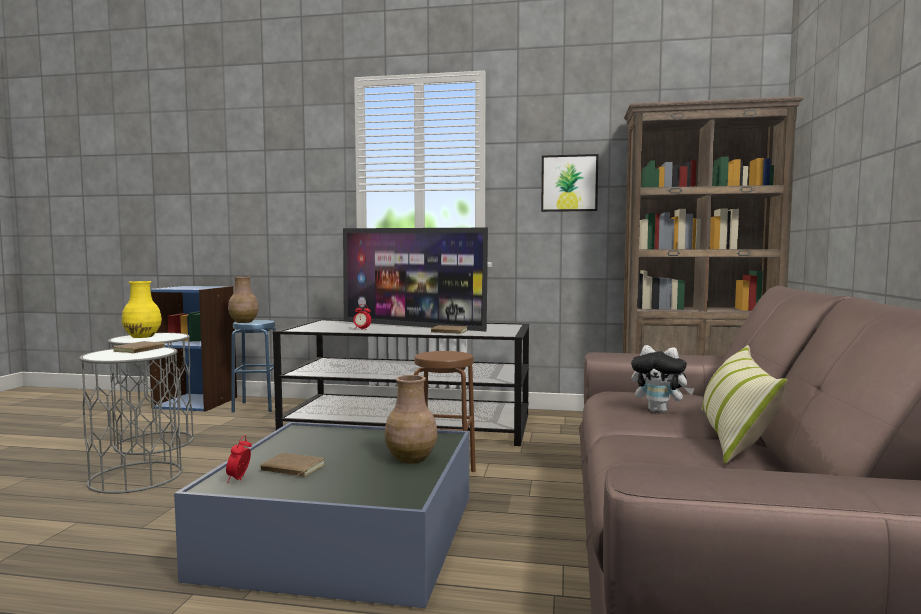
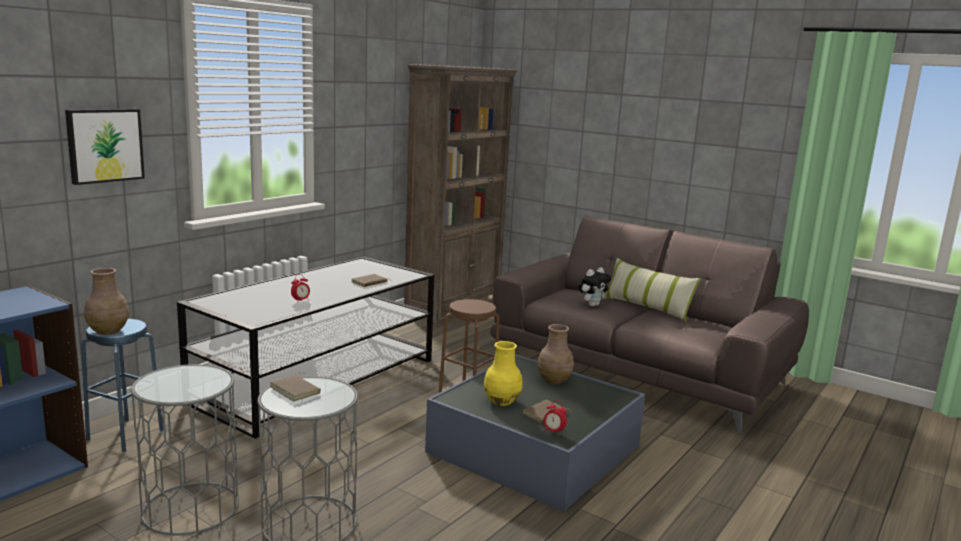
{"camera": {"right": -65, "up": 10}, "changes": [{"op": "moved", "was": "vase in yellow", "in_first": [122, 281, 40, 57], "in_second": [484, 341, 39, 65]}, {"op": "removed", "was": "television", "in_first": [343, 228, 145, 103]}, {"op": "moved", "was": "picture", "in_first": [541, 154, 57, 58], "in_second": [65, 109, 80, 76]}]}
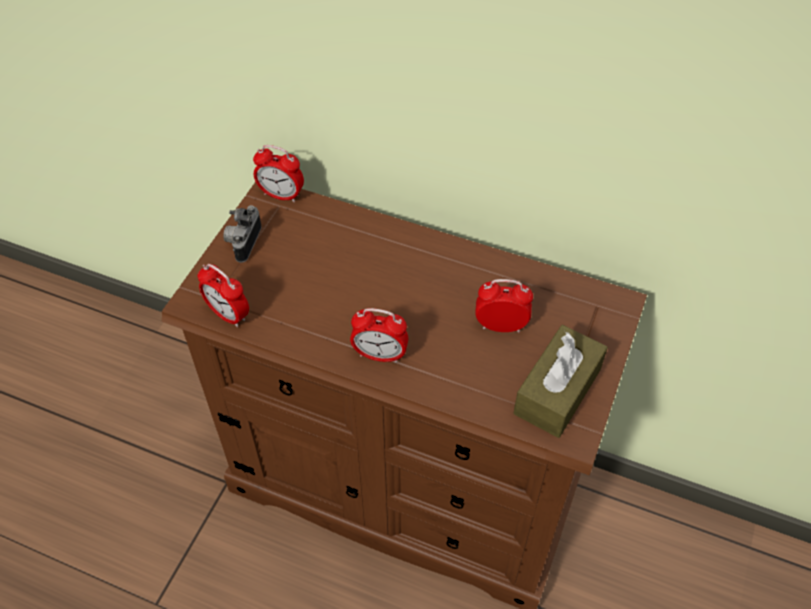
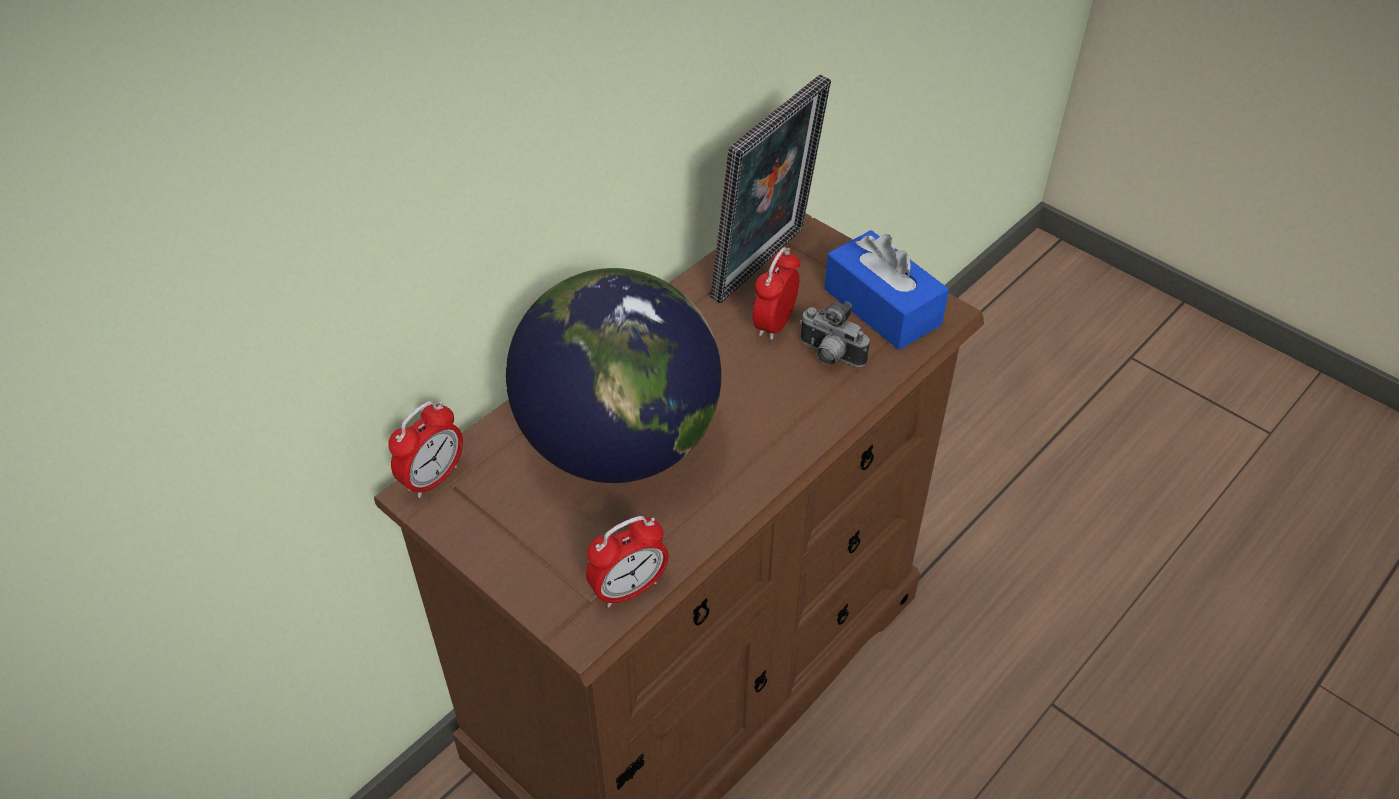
{"camera": {"right": -70, "up": -5}, "changes": [{"op": "moved", "was": "photo camera", "in_first": [223, 205, 39, 58], "in_second": [800, 301, 70, 66]}, {"op": "removed", "was": "alarm clock", "in_first": [350, 308, 58, 55]}, {"op": "recoloured", "was": "tissue box in brown", "now": "tissue box in blue", "in_first": [514, 325, 94, 113], "in_second": [824, 230, 125, 120]}, {"op": "added", "now": "globe", "in_second": [506, 268, 215, 215]}, {"op": "added", "now": "picture frame", "in_second": [711, 74, 120, 230]}]}
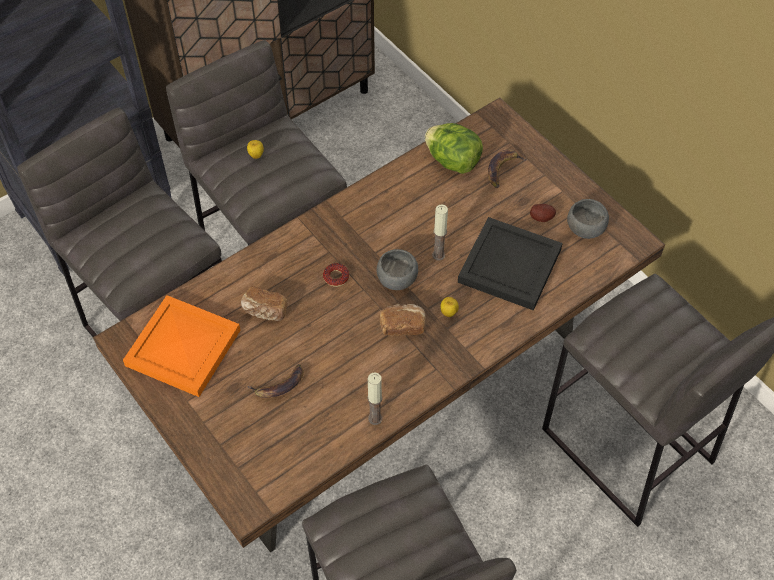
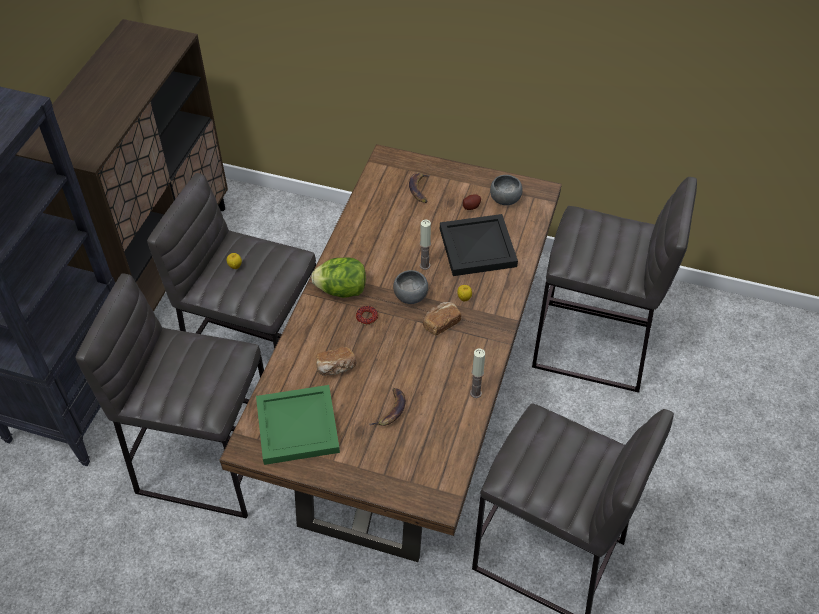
{"camera": {"right": -35, "up": -5}, "changes": [{"op": "recoloured", "was": "tray in orange", "now": "tray in green", "in_first": [123, 295, 118, 102], "in_second": [256, 385, 84, 80]}, {"op": "moved", "was": "lettuce", "in_first": [425, 123, 58, 51], "in_second": [311, 257, 55, 41]}]}
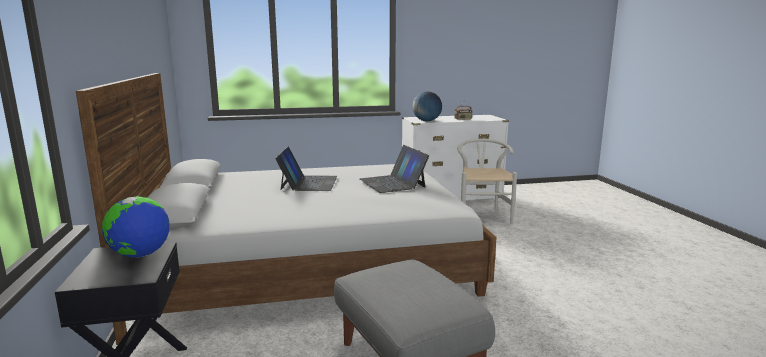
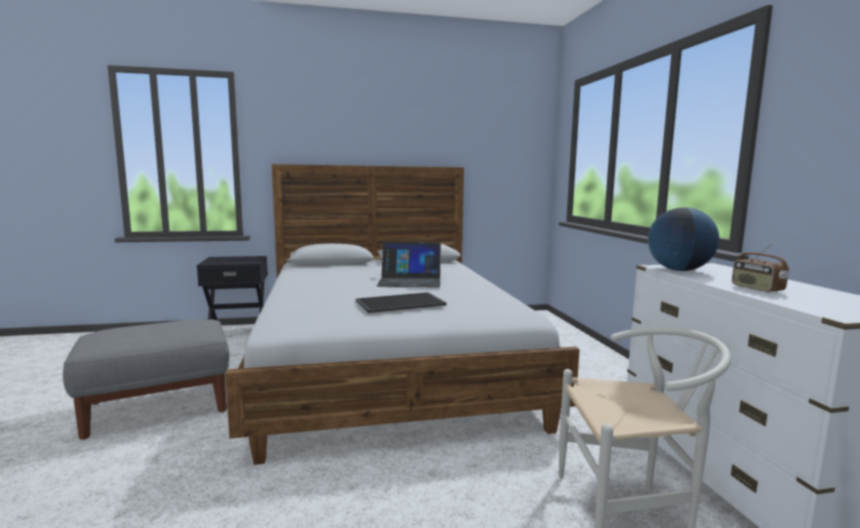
{"camera": {"right": 90, "up": -5}, "changes": [{"op": "removed", "was": "globe", "in_first": [102, 196, 67, 62]}, {"op": "replaced", "was": "laptop", "now": "tray", "in_first": [360, 145, 69, 48], "in_second": [356, 292, 91, 21]}]}
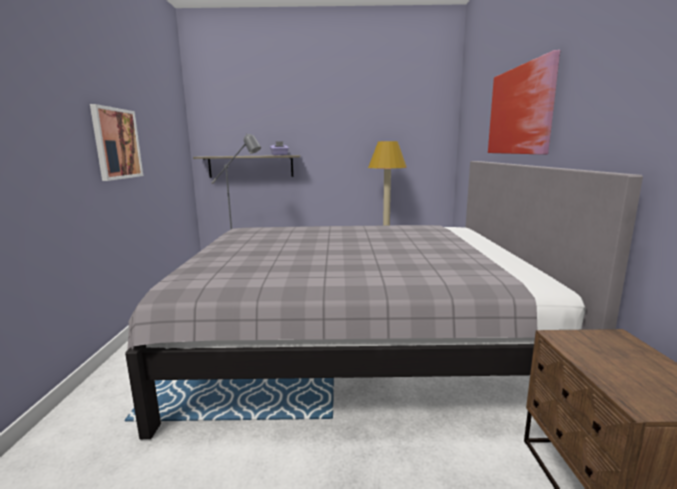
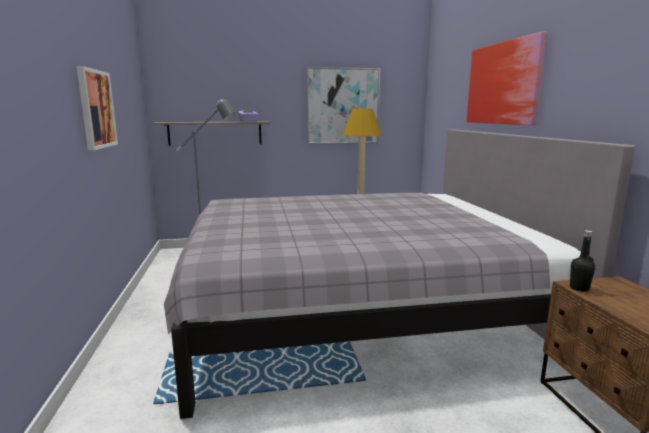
{"camera": {"right": -10, "up": 0}, "changes": [{"op": "added", "now": "picture", "in_second": [306, 67, 75, 77]}, {"op": "added", "now": "bottle in black", "in_second": [570, 230, 25, 62]}]}
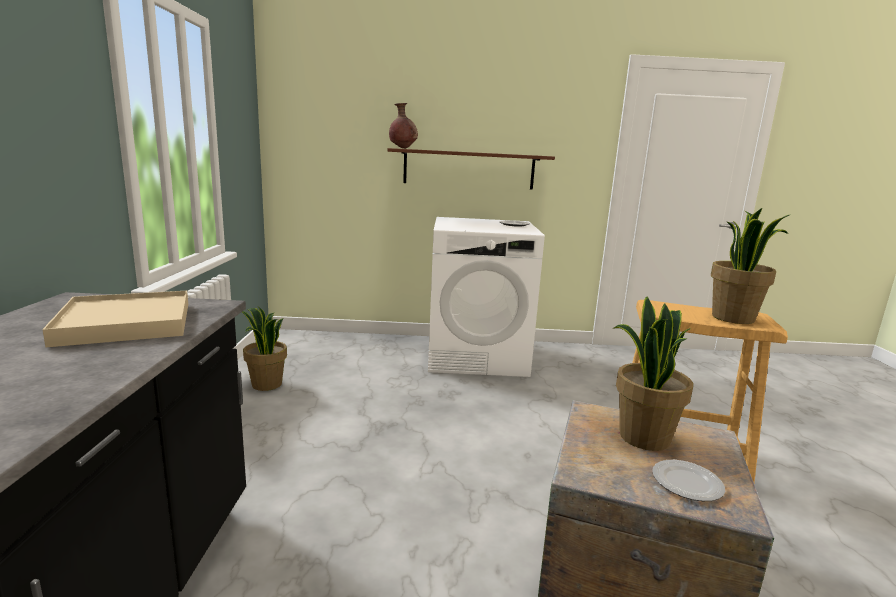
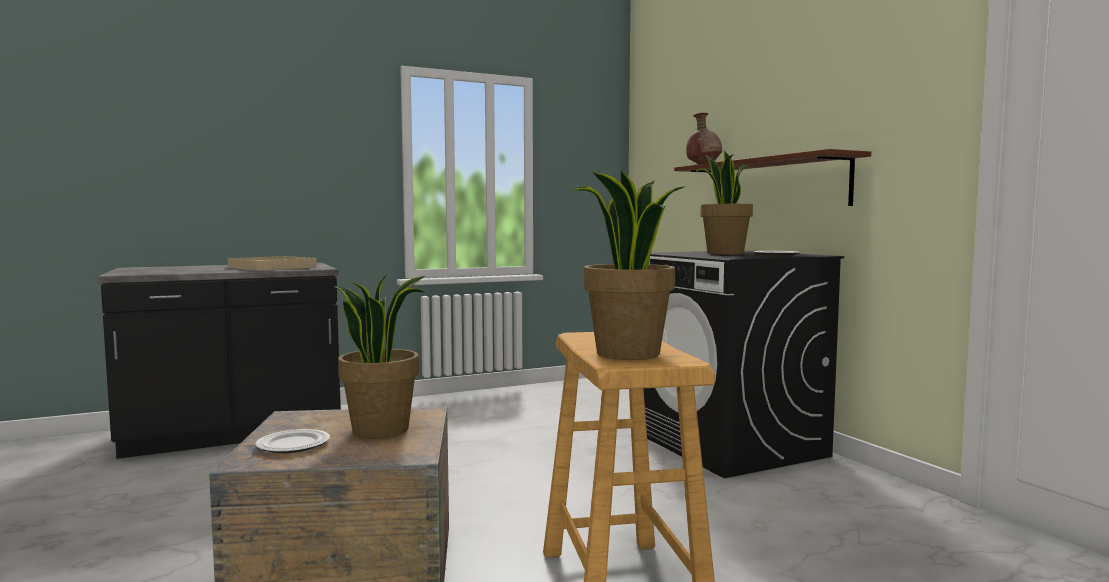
{"camera": {"right": 65, "up": -10}, "changes": [{"op": "moved", "was": "potted plant", "in_first": [242, 307, 45, 84], "in_second": [696, 151, 57, 104]}, {"op": "recoloured", "was": "washing machine in white", "now": "washing machine in black", "in_first": [428, 217, 117, 160], "in_second": [644, 250, 200, 228]}]}
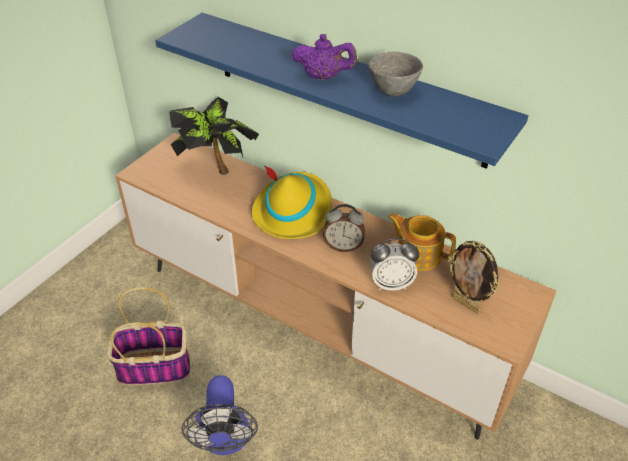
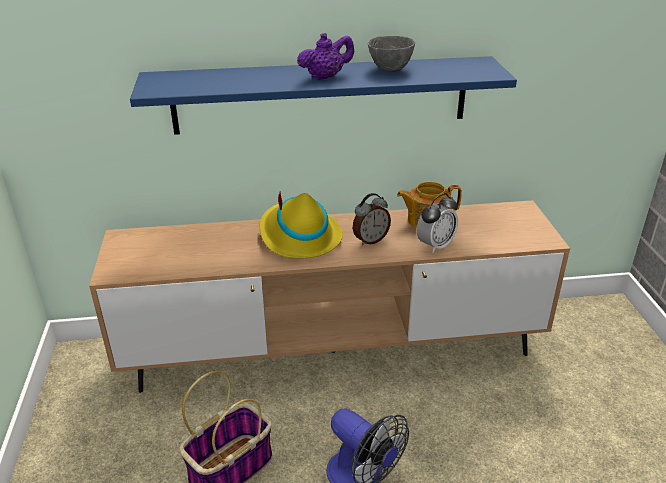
{"camera": {"right": -40, "up": -10}, "changes": [{"op": "removed", "was": "potted plant", "in_first": [169, 97, 90, 78]}, {"op": "removed", "was": "picture frame", "in_first": [448, 241, 51, 73]}]}
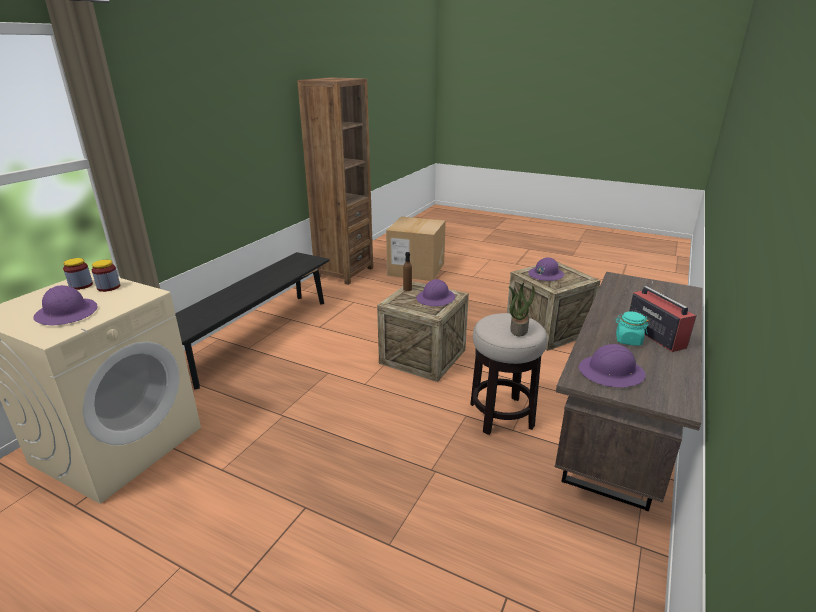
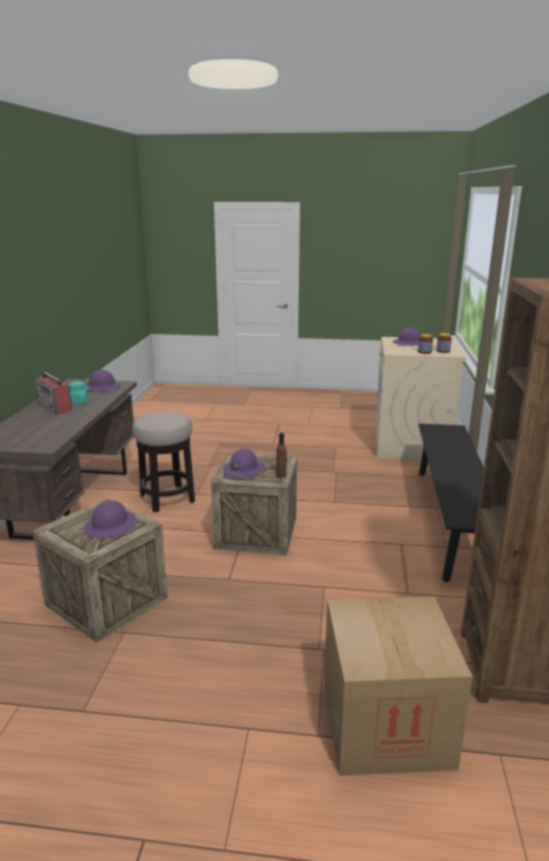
{"camera": {"right": 160, "up": -5}, "changes": [{"op": "removed", "was": "potted plant", "in_first": [509, 283, 26, 53]}]}
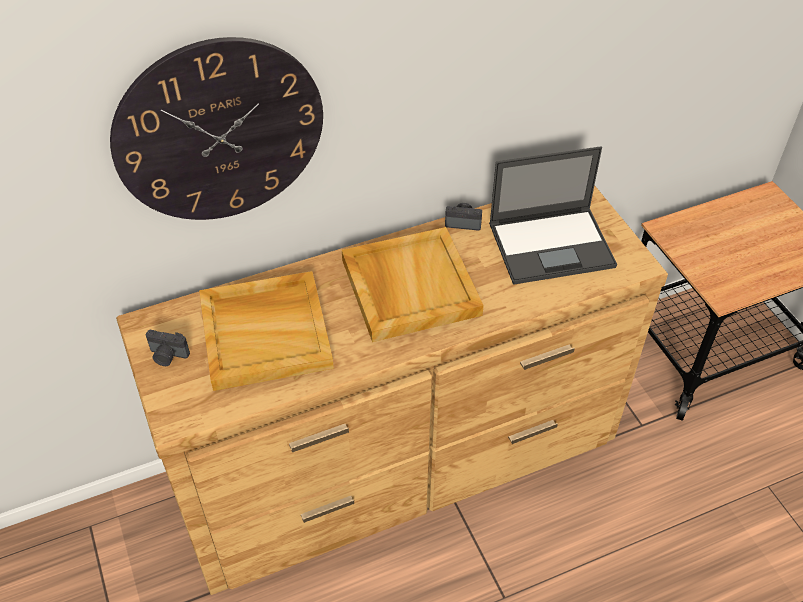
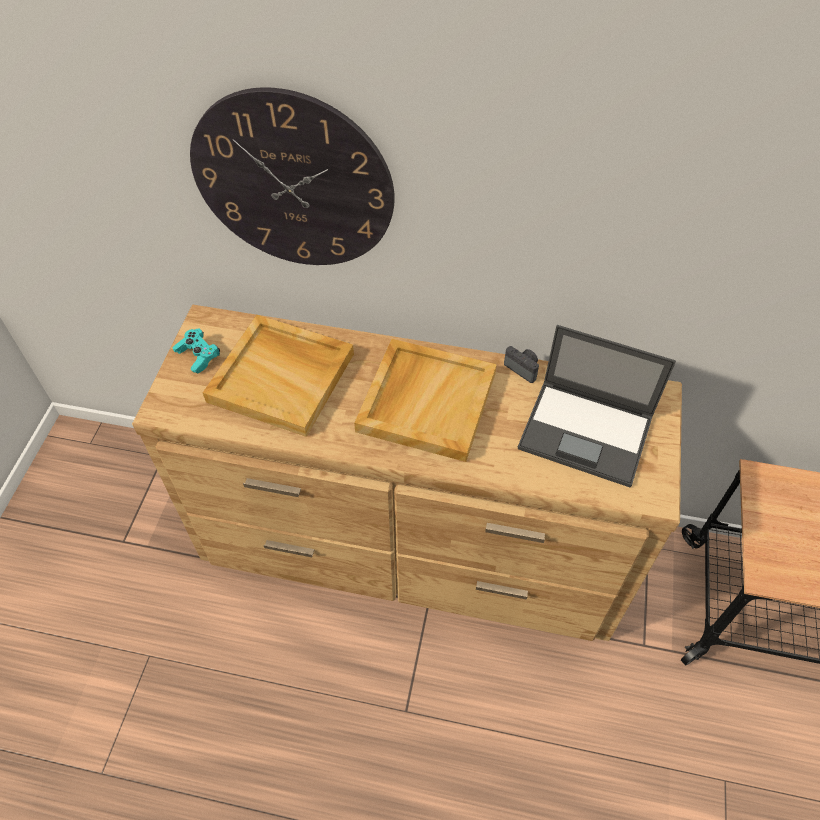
{"camera": {"right": 35, "up": 5}, "changes": [{"op": "replaced", "was": "photo camera", "now": "game controller in turquoise", "in_first": [146, 330, 44, 36], "in_second": [173, 328, 47, 46]}]}
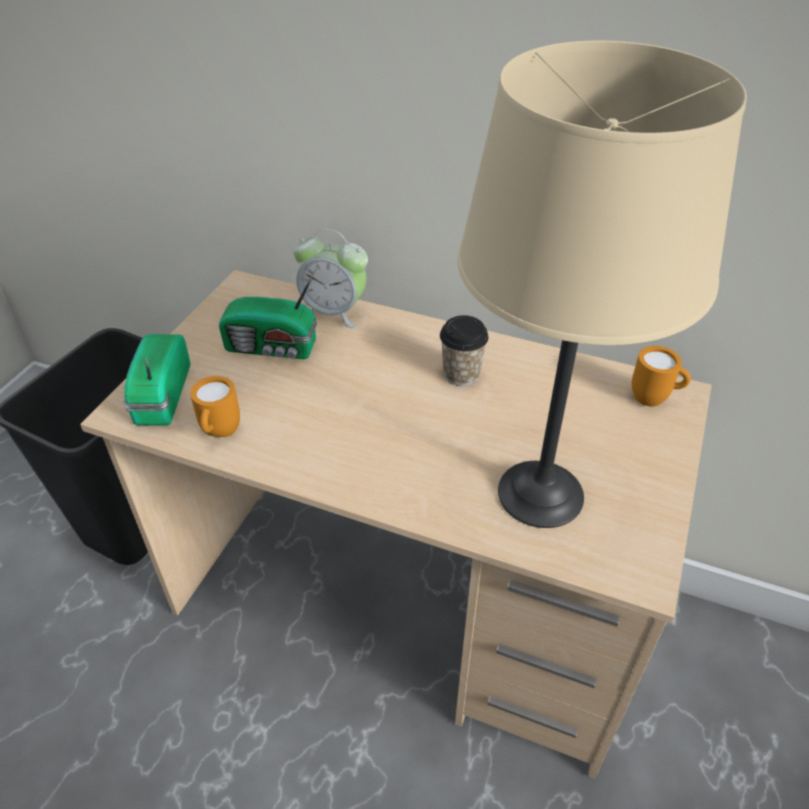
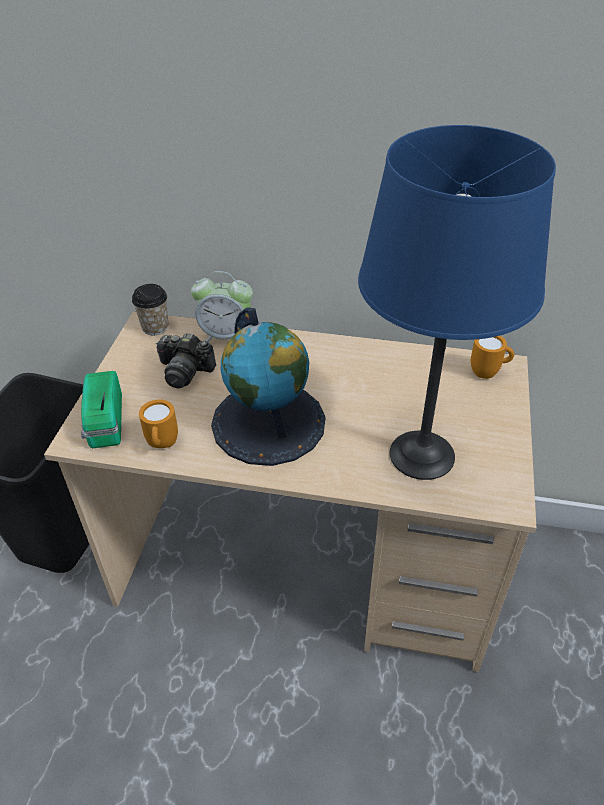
{"camera": {"right": -10, "up": 0}, "changes": [{"op": "replaced", "was": "radio", "now": "photo camera", "in_first": [219, 267, 98, 92], "in_second": [156, 333, 60, 56]}, {"op": "moved", "was": "cup", "in_first": [440, 315, 49, 71], "in_second": [132, 284, 36, 51]}, {"op": "recoloured", "was": "table lamp in beige", "now": "table lamp in blue", "in_first": [458, 41, 289, 487], "in_second": [358, 125, 198, 355]}, {"op": "added", "now": "globe", "in_second": [211, 307, 114, 159]}]}
